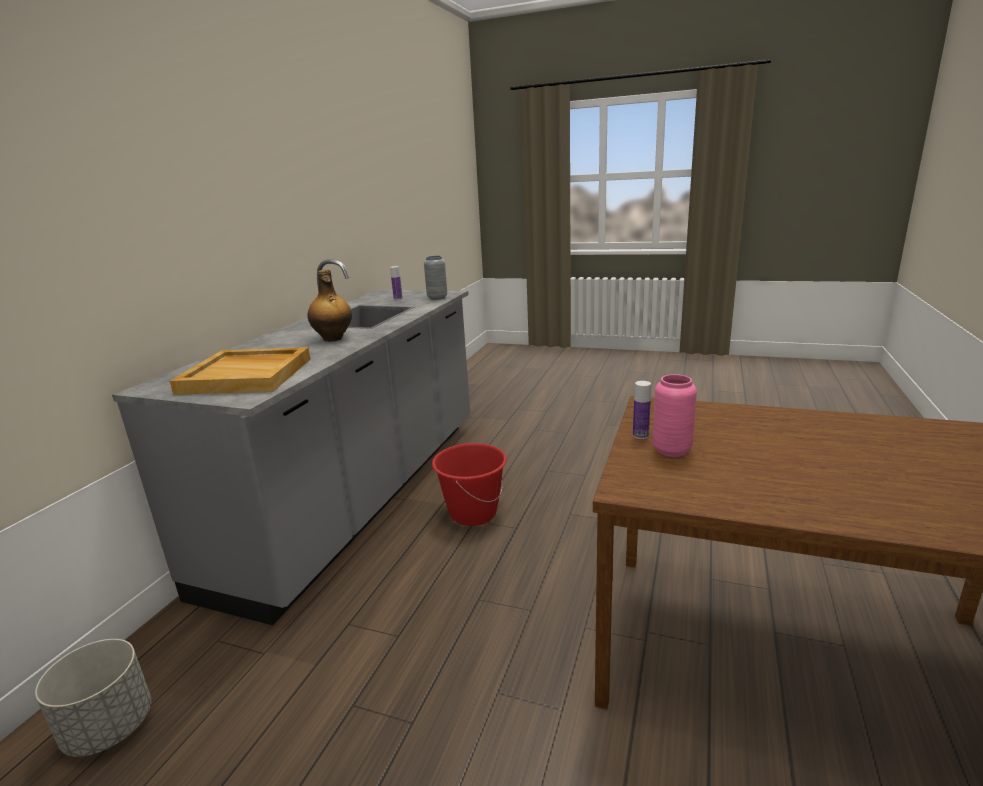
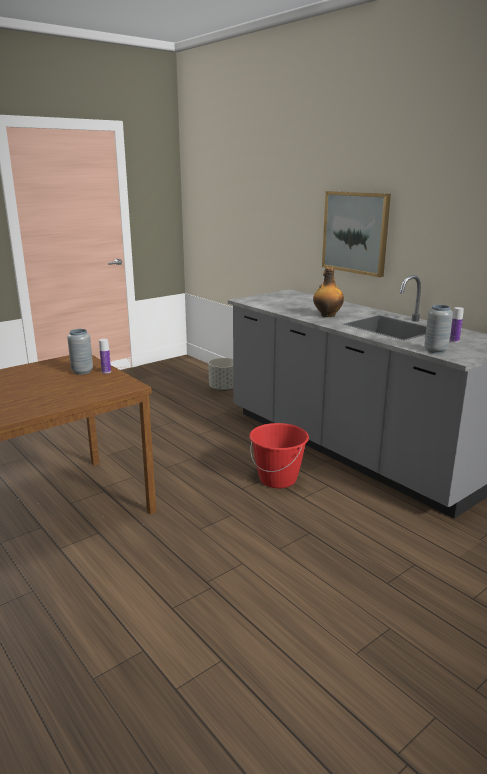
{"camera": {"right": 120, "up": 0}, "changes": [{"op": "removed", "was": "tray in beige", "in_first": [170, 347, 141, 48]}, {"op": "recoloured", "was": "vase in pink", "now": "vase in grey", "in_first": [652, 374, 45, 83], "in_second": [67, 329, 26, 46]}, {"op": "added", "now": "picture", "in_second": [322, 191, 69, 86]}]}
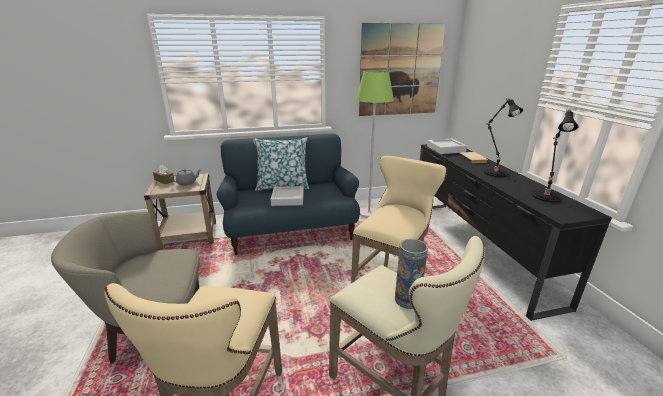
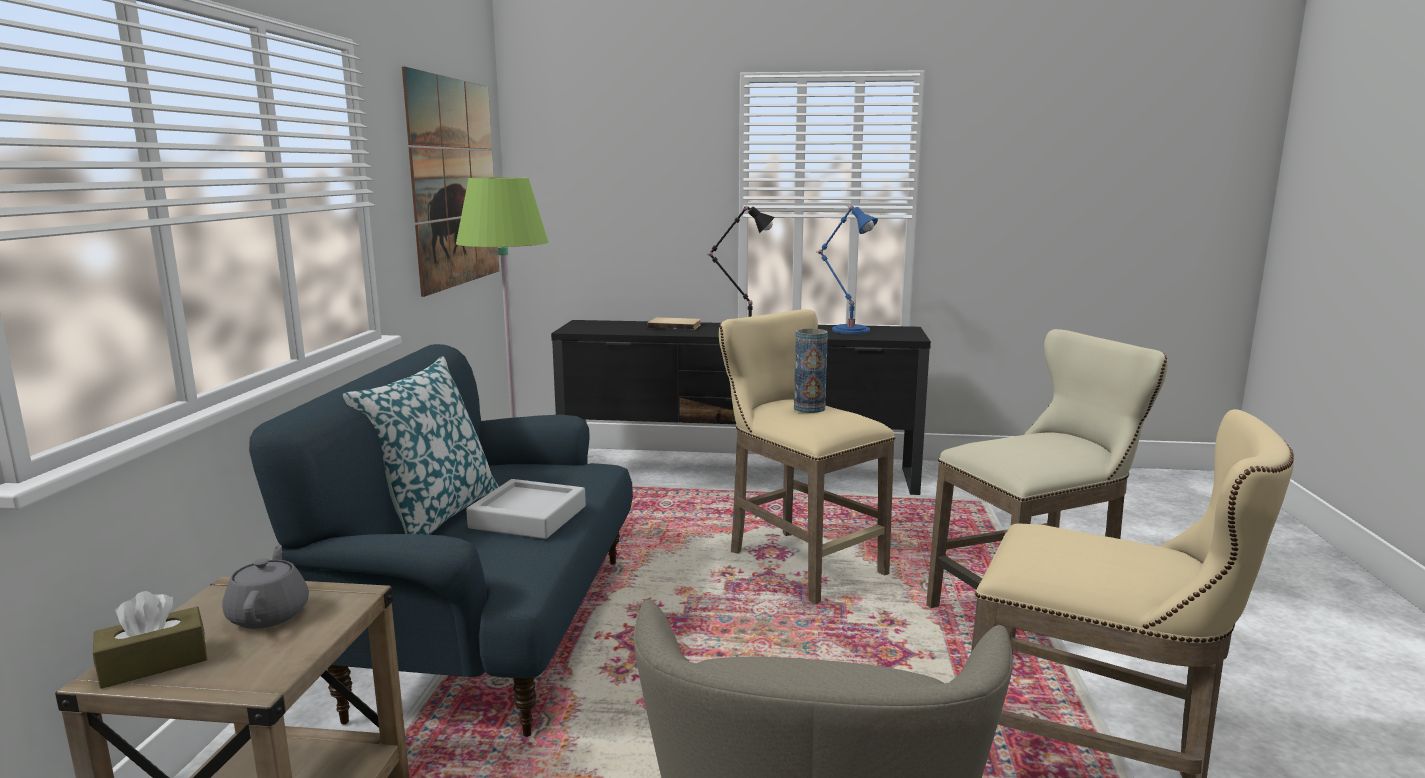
{"camera": {"right": -70, "up": -10}, "changes": [{"op": "moved", "was": "vase", "in_first": [395, 239, 33, 70], "in_second": [794, 329, 34, 84]}, {"op": "removed", "was": "tray in grey", "in_first": [427, 139, 40, 15]}, {"op": "recoloured", "was": "table lamp in black", "now": "table lamp in blue", "in_first": [531, 109, 48, 93], "in_second": [818, 206, 60, 128]}]}
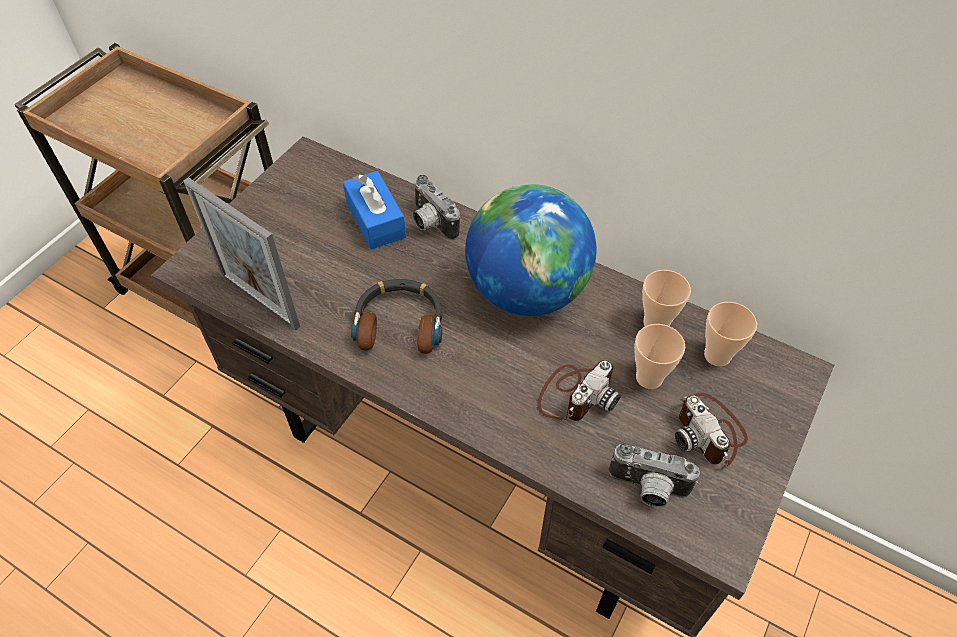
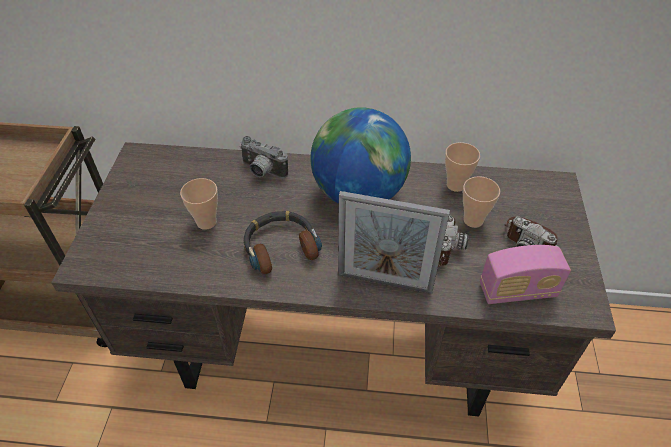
{"camera": {"right": -25, "up": -5}, "changes": [{"op": "moved", "was": "picture frame", "in_first": [183, 177, 117, 153], "in_second": [338, 191, 112, 103]}, {"op": "removed", "was": "tissue box in blue", "in_first": [343, 171, 63, 79]}, {"op": "replaced", "was": "photo camera", "now": "radio", "in_first": [609, 443, 91, 65], "in_second": [480, 245, 91, 59]}, {"op": "moved", "was": "cup", "in_first": [704, 302, 53, 64], "in_second": [180, 178, 38, 52]}]}
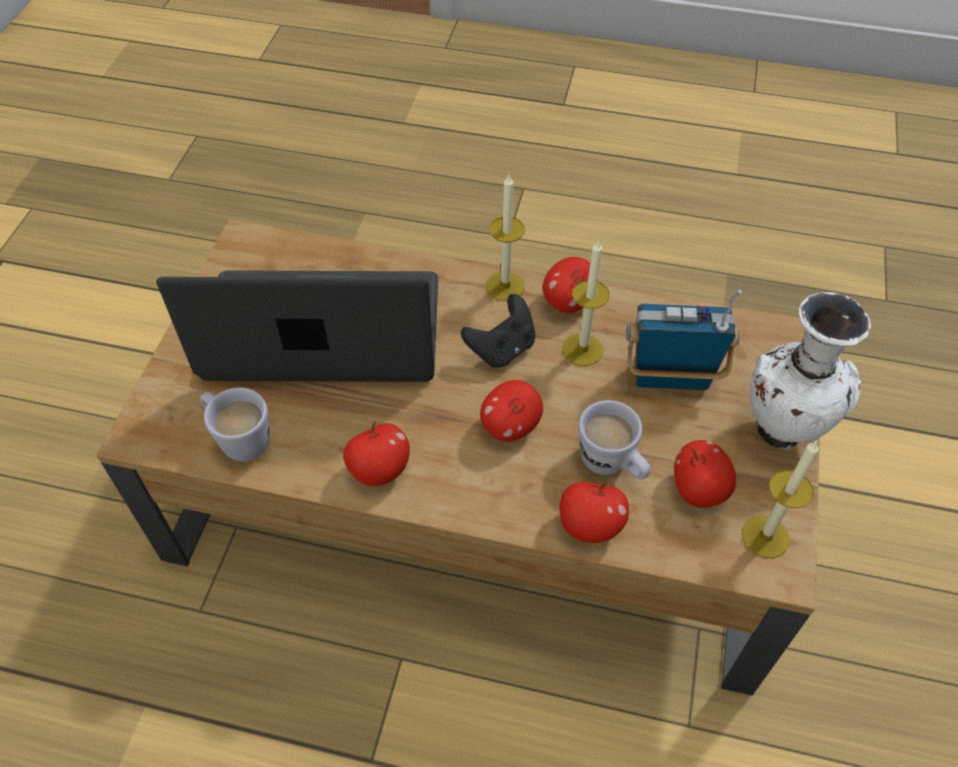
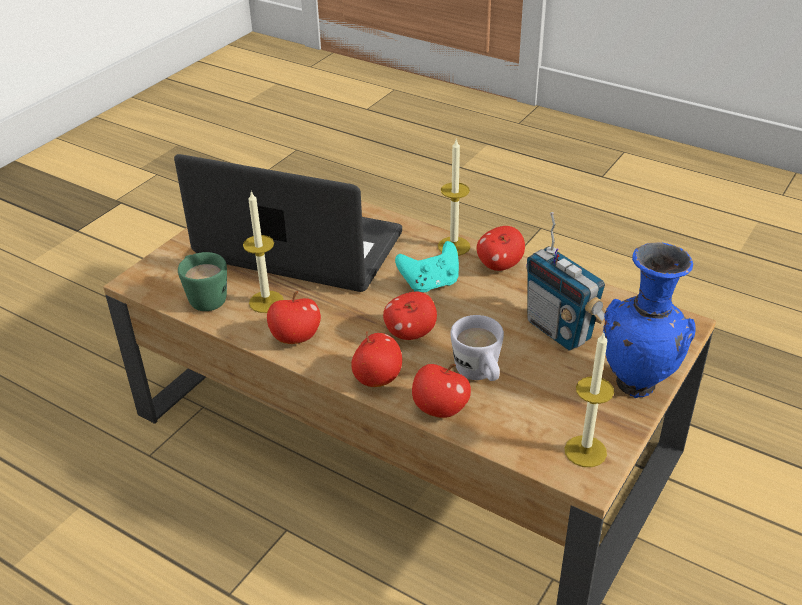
{"camera": {"right": 20, "up": -15}, "changes": [{"op": "recoloured", "was": "mug in white", "now": "mug in green", "in_first": [200, 387, 70, 75], "in_second": [178, 252, 49, 59]}, {"op": "recoloured", "was": "game controller in black", "now": "game controller in turquoise", "in_first": [461, 294, 74, 74], "in_second": [395, 241, 64, 51]}, {"op": "moved", "was": "candle", "in_first": [562, 239, 48, 127], "in_second": [243, 190, 41, 123]}, {"op": "turned", "was": "radio", "in_first": [626, 289, 116, 101], "in_second": [526, 212, 80, 139], "clockwise": -150}, {"op": "moved", "was": "apple", "in_first": [674, 440, 62, 68], "in_second": [351, 331, 51, 56]}, {"op": "recoloured", "was": "vase in white", "now": "vase in blue", "in_first": [750, 292, 121, 158], "in_second": [603, 242, 93, 156]}]}
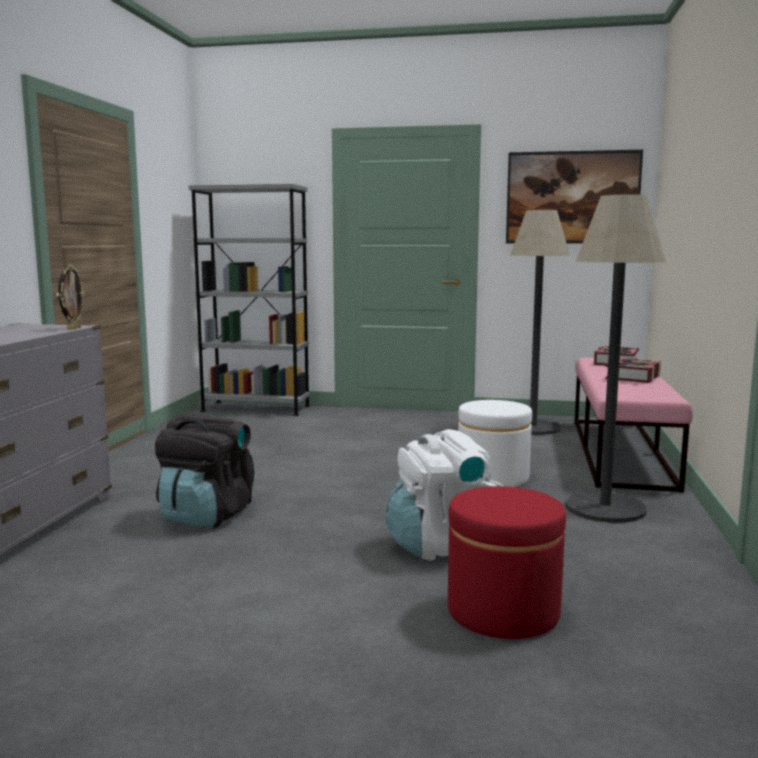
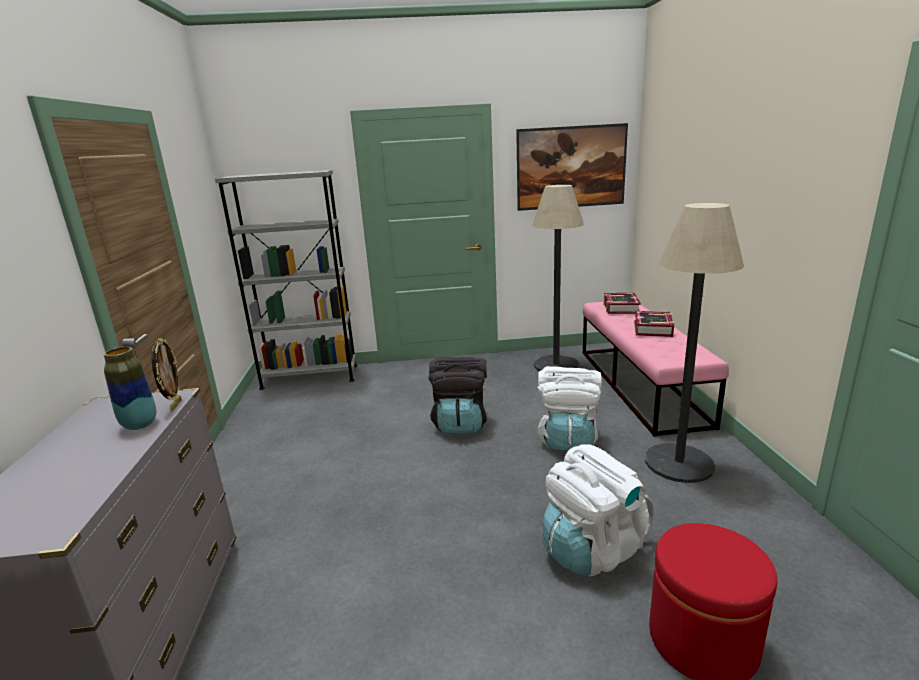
{"camera": {"right": -15, "up": 10}, "changes": [{"op": "moved", "was": "backpack in black", "in_first": [155, 414, 99, 114], "in_second": [428, 357, 59, 77]}, {"op": "replaced", "was": "ottoman in white", "now": "backpack in white", "in_first": [459, 400, 73, 87], "in_second": [537, 366, 65, 85]}, {"op": "added", "now": "vase", "in_second": [104, 347, 53, 83]}]}
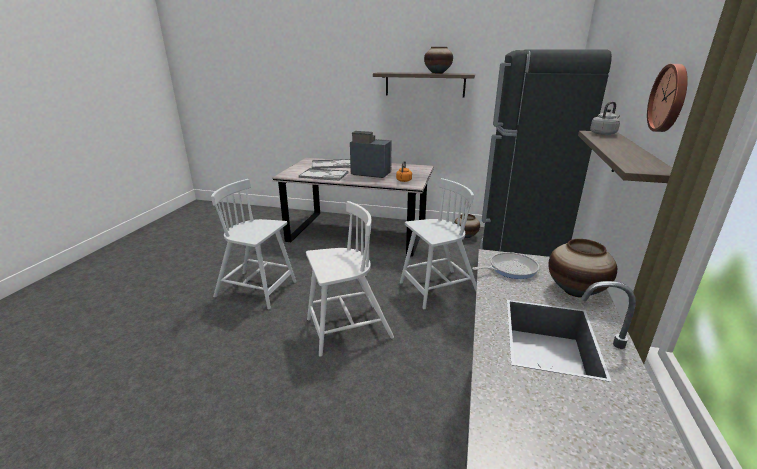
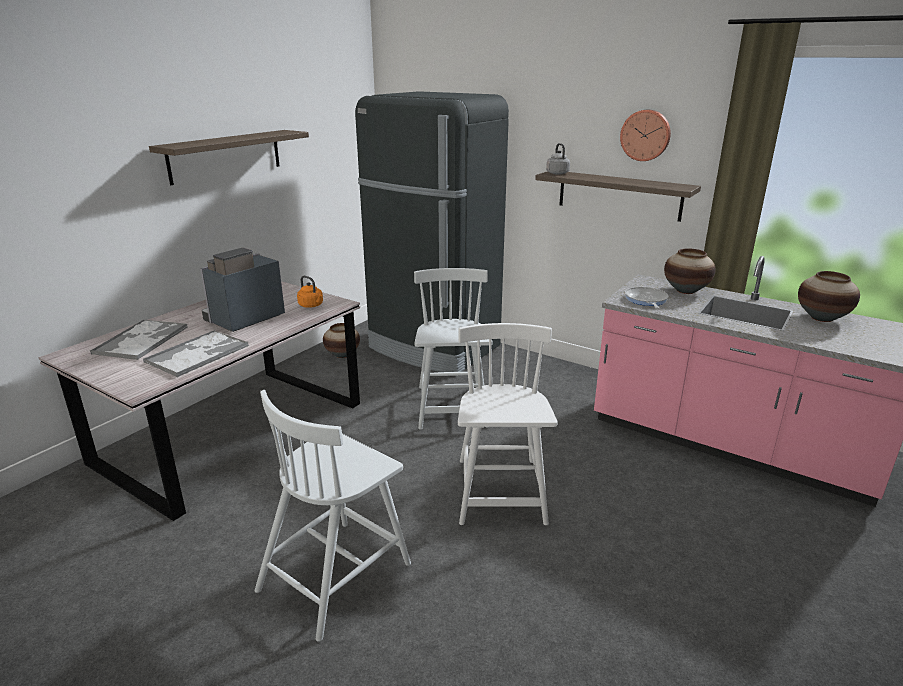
{"camera": {"right": -70, "up": 0}, "changes": [{"op": "moved", "was": "vase", "in_first": [424, 47, 29, 27], "in_second": [798, 271, 62, 51]}]}
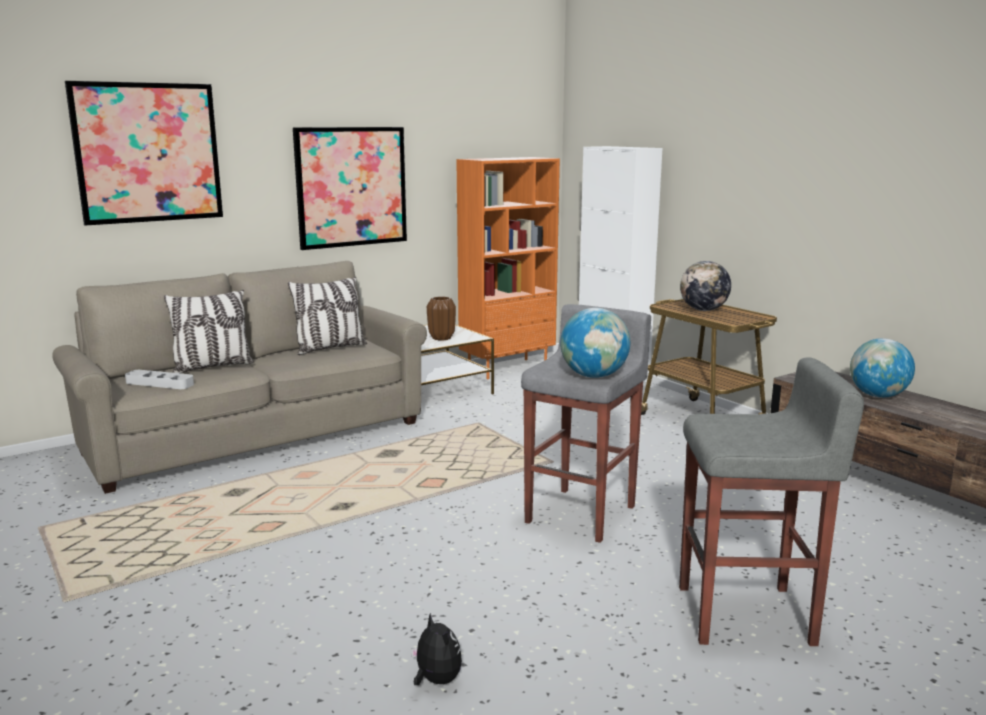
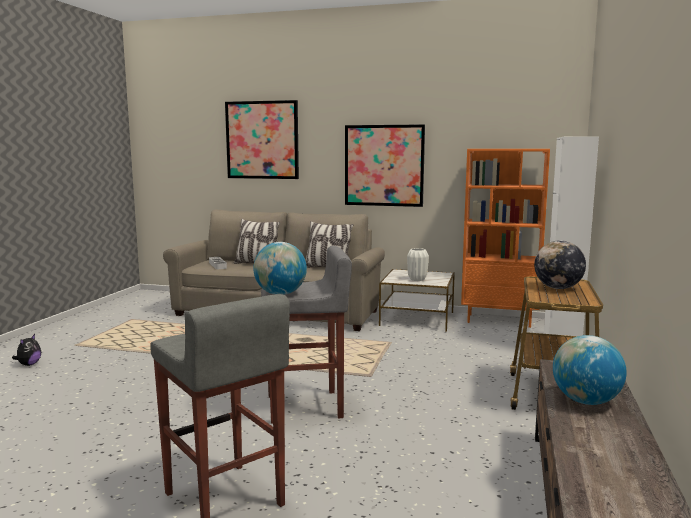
{"camera": {"right": 50, "up": -5}, "changes": [{"op": "moved", "was": "plush toy", "in_first": [411, 613, 51, 72], "in_second": [12, 334, 29, 32]}, {"op": "recoloured", "was": "vase in brown", "now": "vase in white", "in_first": [427, 296, 29, 45], "in_second": [407, 248, 22, 33]}]}
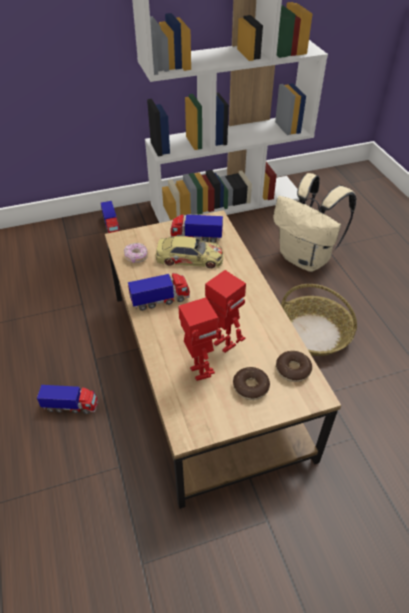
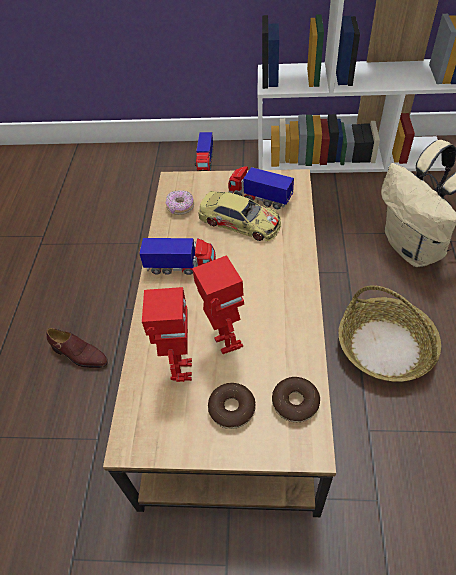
{"camera": {"right": 25, "up": 5}, "changes": [{"op": "replaced", "was": "toy truck", "now": "shoe in brown", "in_first": [37, 385, 61, 29], "in_second": [46, 328, 62, 40]}]}
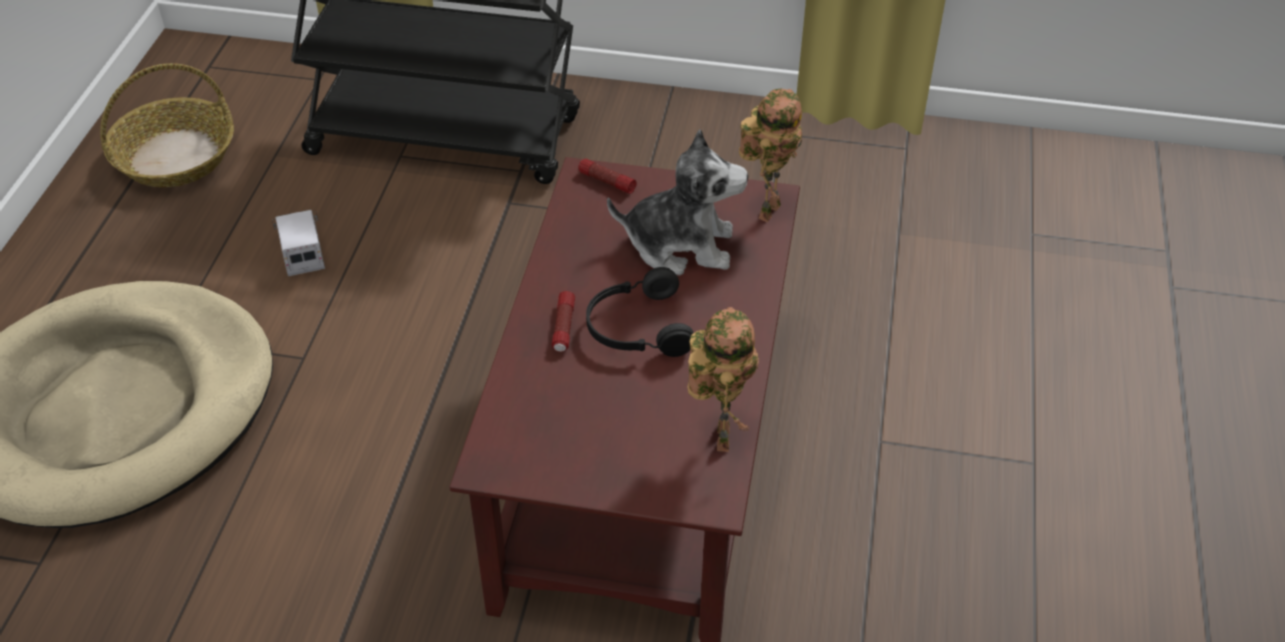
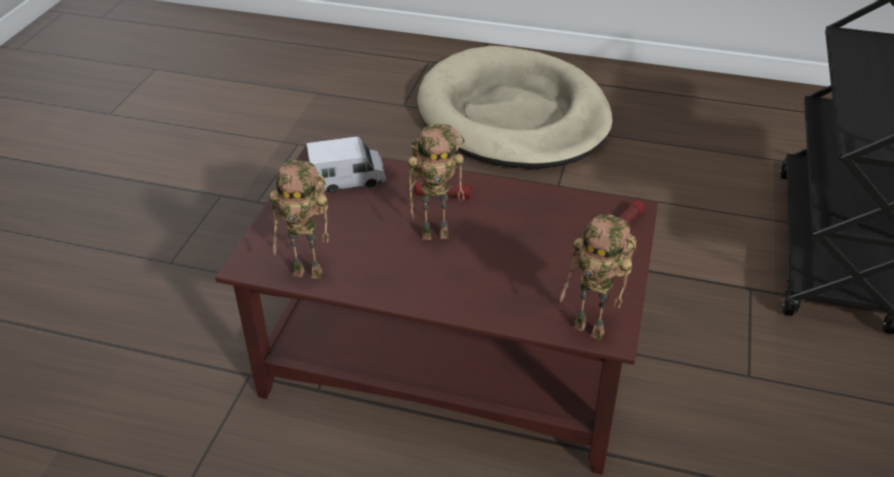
{"camera": {"right": 95, "up": -5}, "changes": [{"op": "removed", "was": "basket", "in_first": [100, 63, 134, 124]}, {"op": "moved", "was": "toy truck", "in_first": [272, 210, 53, 66], "in_second": [306, 136, 80, 57]}, {"op": "replaced", "was": "headphones in black", "now": "toy robot", "in_first": [586, 267, 108, 90], "in_second": [408, 124, 57, 116]}, {"op": "removed", "was": "plush toy", "in_first": [607, 129, 141, 146]}]}
